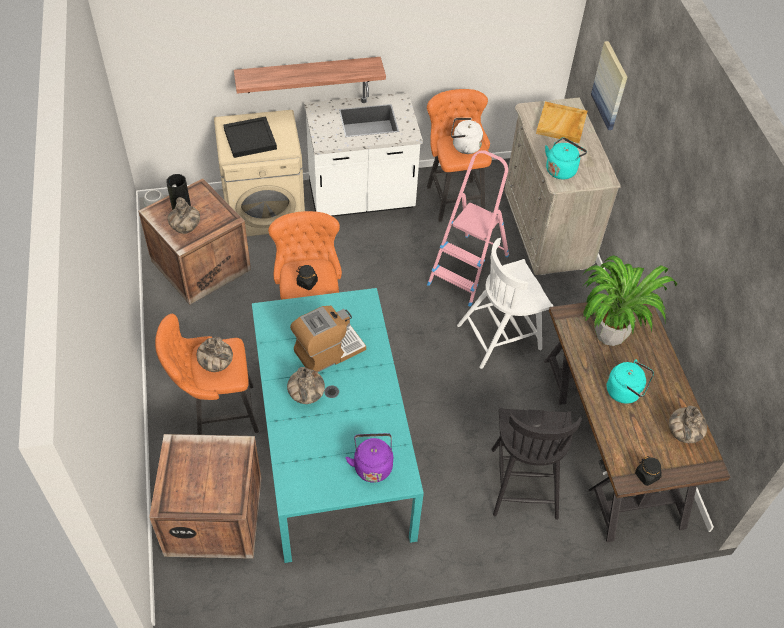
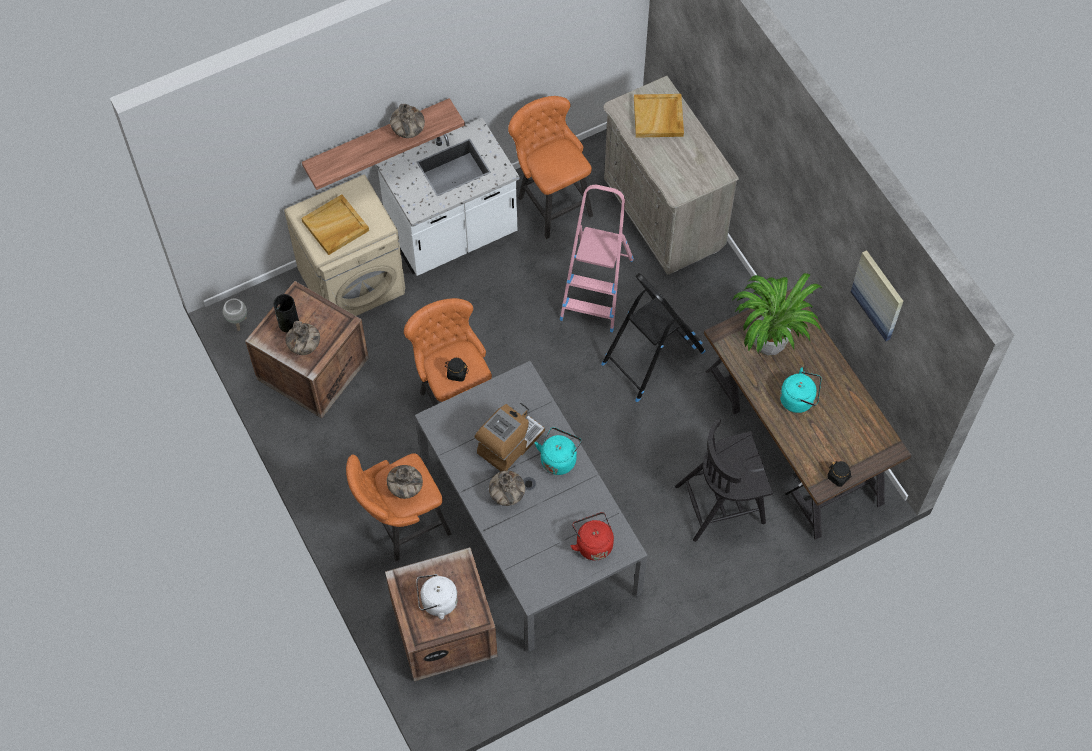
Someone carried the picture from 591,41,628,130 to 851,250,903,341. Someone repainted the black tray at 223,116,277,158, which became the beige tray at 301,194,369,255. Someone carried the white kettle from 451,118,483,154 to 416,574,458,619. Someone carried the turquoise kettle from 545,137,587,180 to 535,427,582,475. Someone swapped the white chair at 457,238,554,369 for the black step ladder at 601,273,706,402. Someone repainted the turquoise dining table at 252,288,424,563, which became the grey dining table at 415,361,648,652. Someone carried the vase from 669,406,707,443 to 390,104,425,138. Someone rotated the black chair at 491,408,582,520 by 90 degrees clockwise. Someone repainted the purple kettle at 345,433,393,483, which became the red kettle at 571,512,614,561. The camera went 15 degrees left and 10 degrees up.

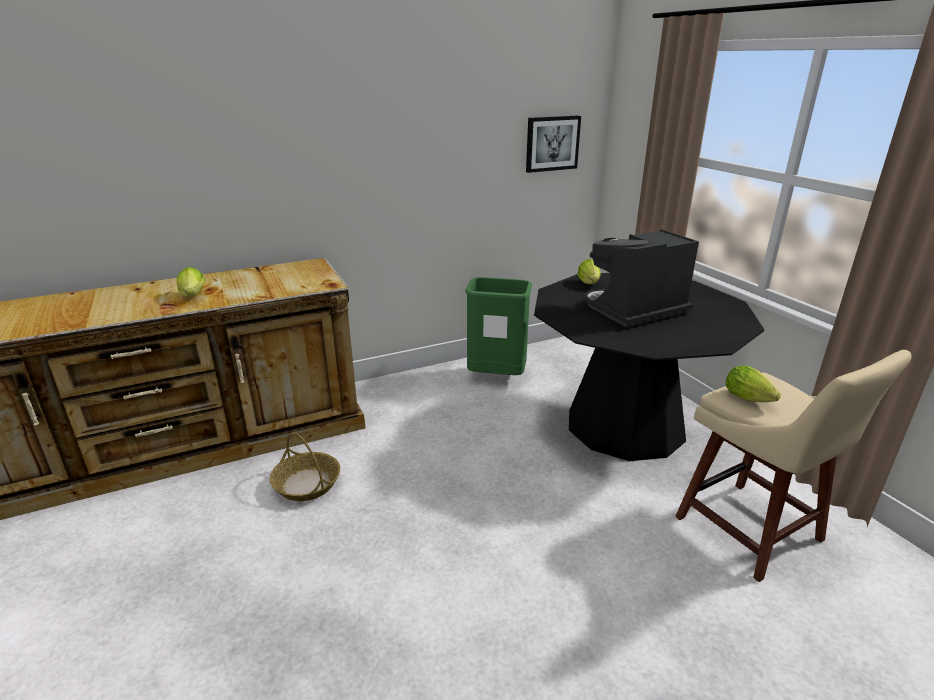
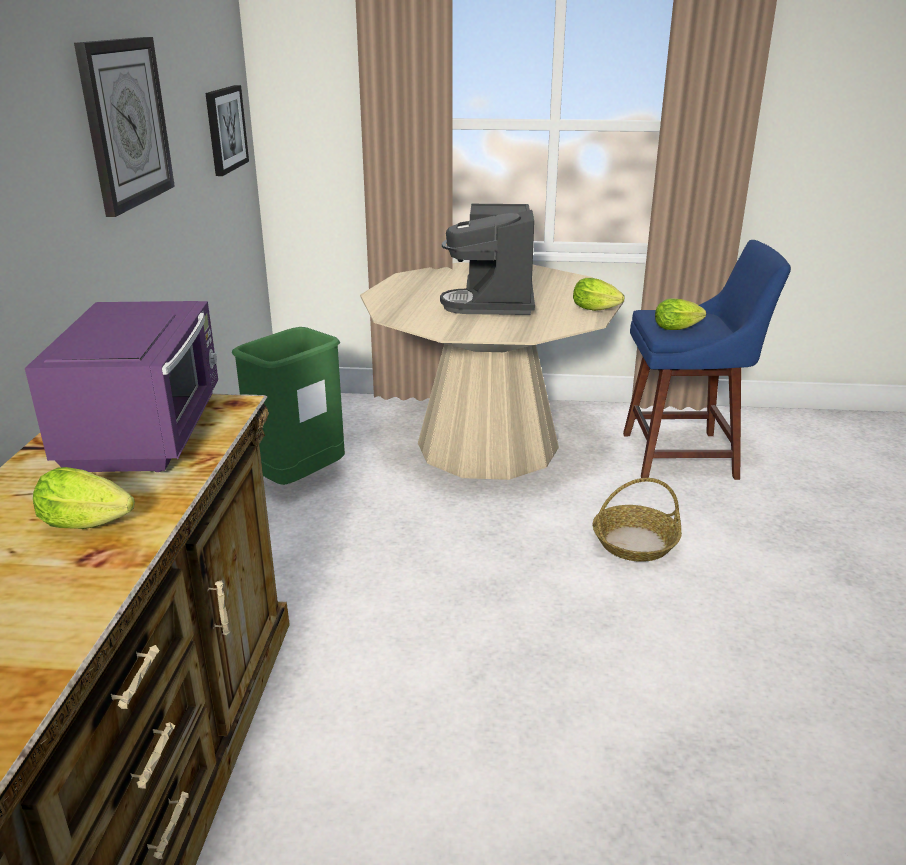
Someone carried the lettuce from 577,259,601,284 to 573,278,624,311. Someone repainted the black dining table at 534,273,765,461, which became the beige dining table at 360,263,624,480. Someone repainted the beige stool at 675,350,911,582, which became the blue stool at 623,240,791,480. Someone carried the basket from 270,432,340,501 to 593,478,682,562. Someone put up the wall clock at 74,37,175,217. Someone put down the purple microwave at 25,301,218,472. The camera went 60 degrees left and 0 degrees up.

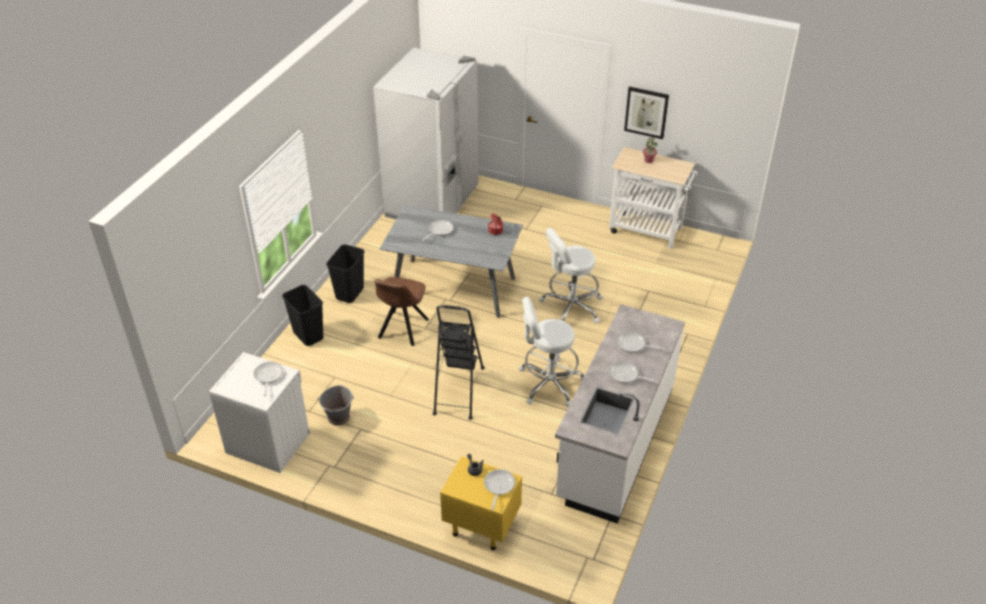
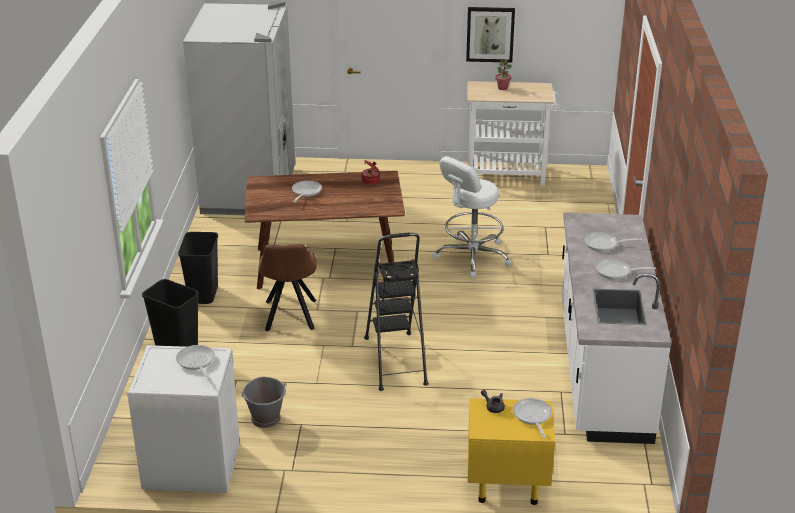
Someone repainted the grey dining table at 379,205,523,318, which became the brown dining table at 245,171,405,289. Someone took away the white stool at 519,297,585,407. The camera went 20 degrees left and 10 degrees down.

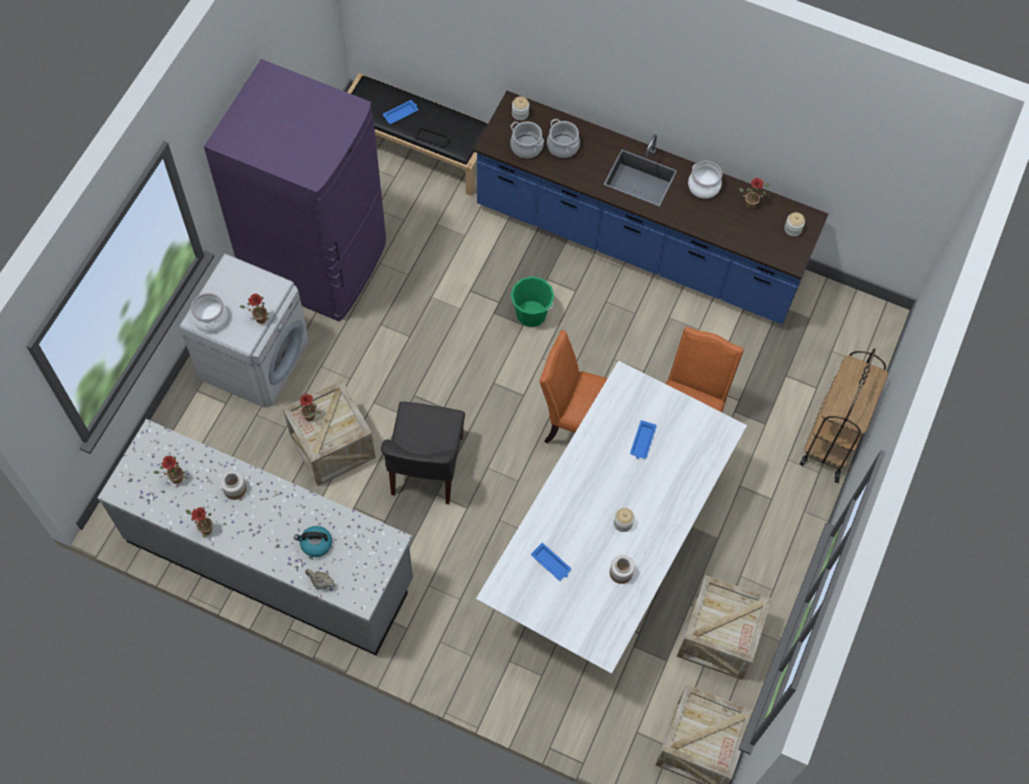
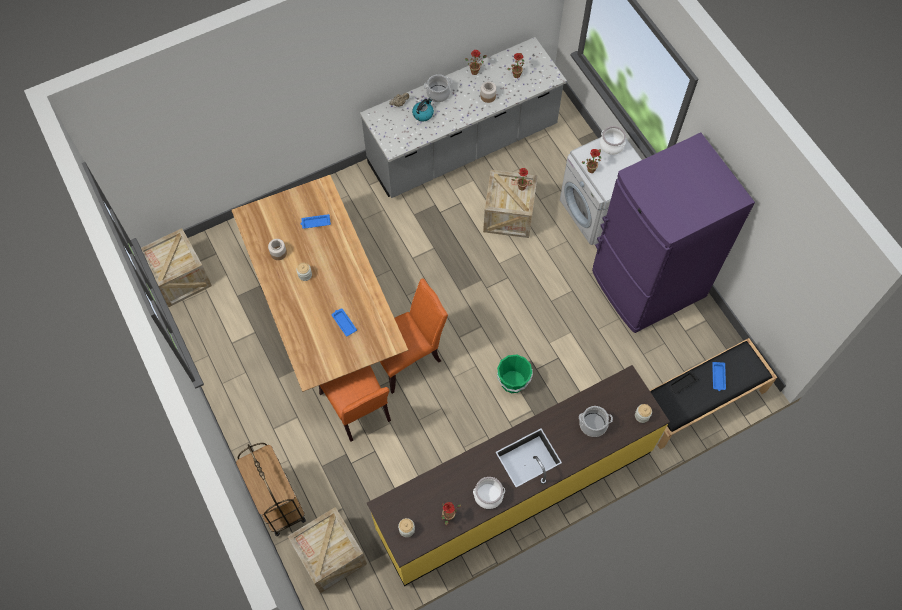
Someone repainted the blue counter at 474,91,828,324, which became the yellow counter at 367,365,670,586. Someone carried the cooking pot from 510,121,544,158 to 424,74,452,102. Someone repainted the white dining table at 476,360,747,674, which became the brown dining table at 231,175,408,392. Someone took away the grey chair at 381,401,465,504. Someone carried the crate from 677,575,772,680 to 287,507,367,593. The camera went 130 degrees right and 0 degrees up.

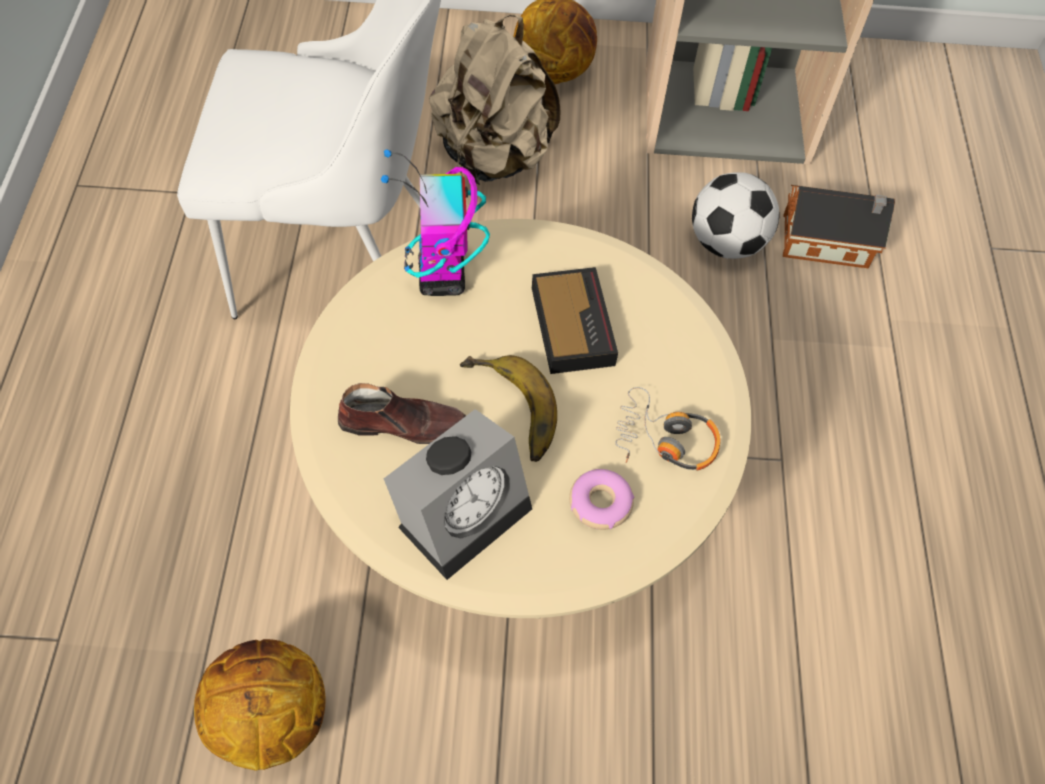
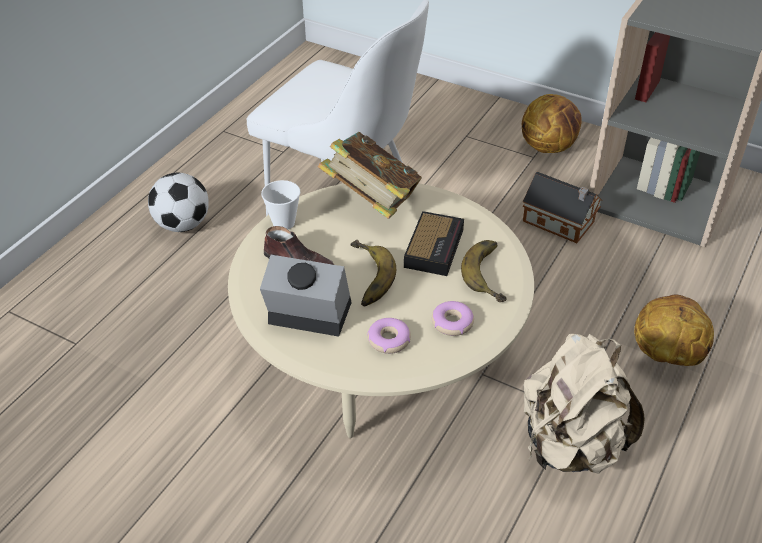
Someone carried the beige backpack from 429,14,560,185 to 523,334,645,474. Someone swapped the toy robot at 381,149,490,296 for the book at 318,132,422,219. Someone carried the football from 692,172,780,259 to 148,172,209,232. Someone carried the toy house from 783,185,895,269 to 523,172,603,243. Someone swapped the headphones at 616,387,720,470 for the donut at 432,301,474,336. Someone rotated the alarm clock at 384,409,532,580 by 150 degrees counterclockwise. Someone carried the basketball from 194,639,326,770 to 634,294,714,366. Someone put down the cup at 261,180,300,229. Someone put down the banana at 461,240,506,302. The camera went 30 degrees right and 15 degrees down.

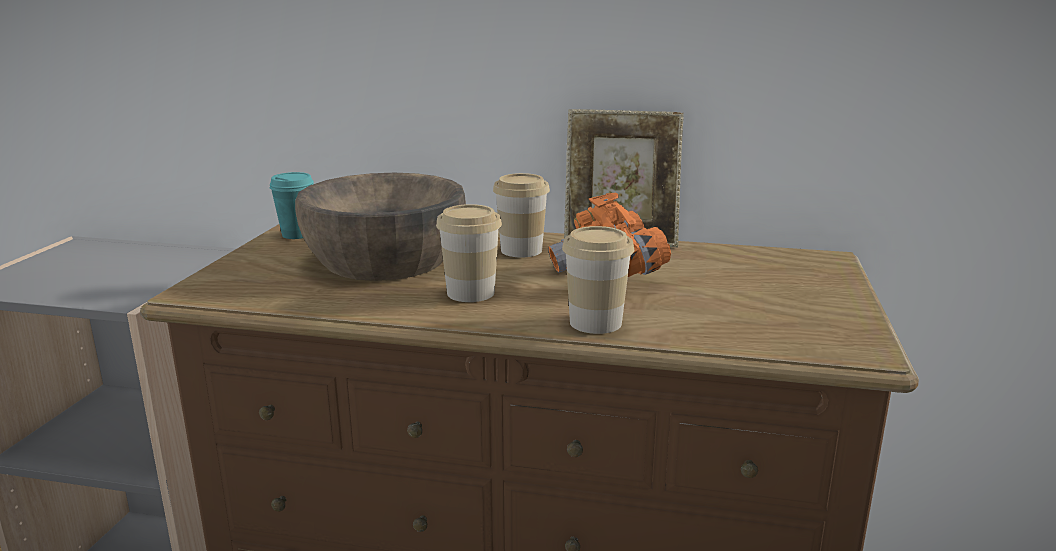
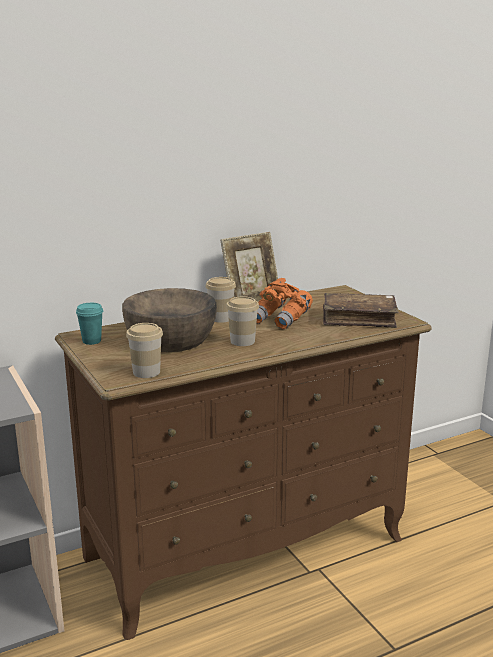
Someone carried the cup from 562,226,634,334 to 126,323,163,378. Someone put down the brown book at 323,293,399,328. The camera went 40 degrees left and 0 degrees up.

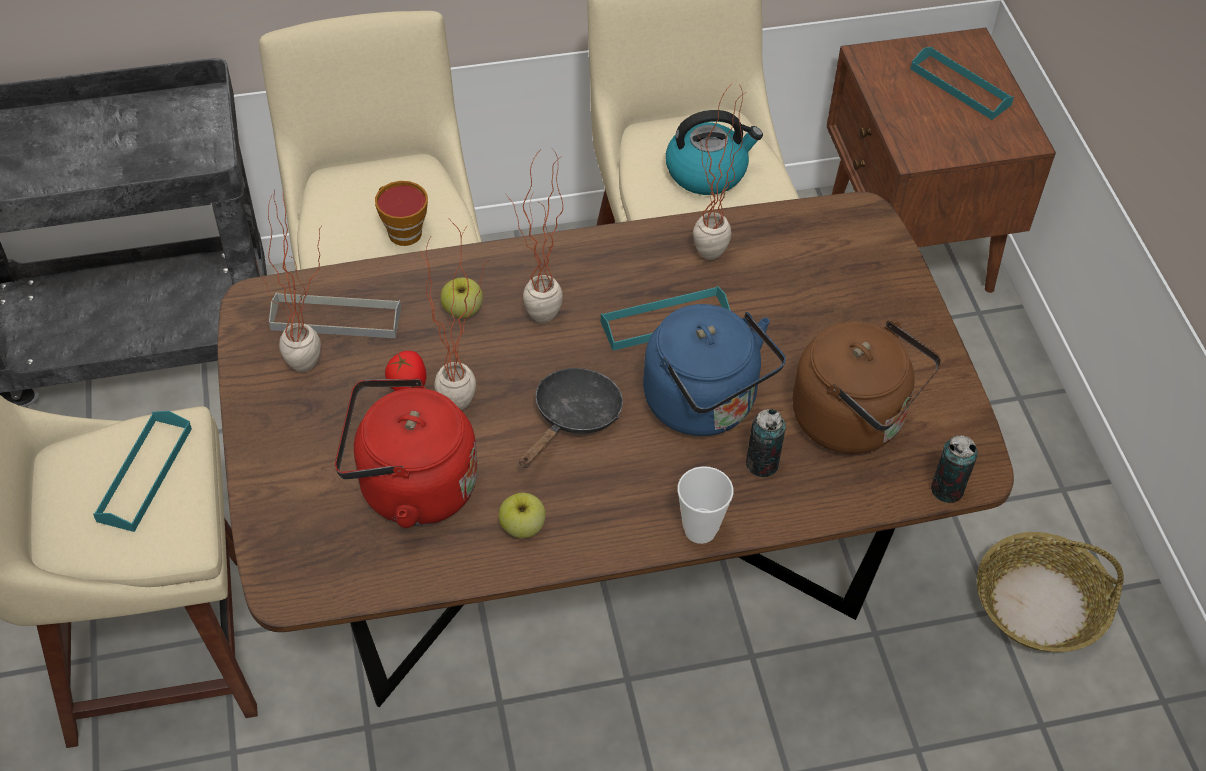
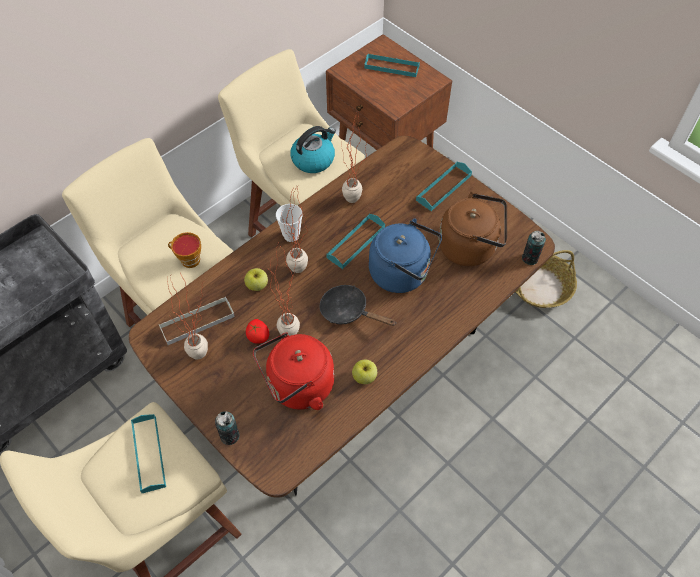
Someone rotated the black frying pan at 519,368,623,468 by 60 degrees counterclockwise. Someone carried the can from 746,409,786,477 to 215,411,240,445. Someone carried the cup from 677,466,734,544 to 276,204,303,242. Someone put down the turquoise tray at 416,162,472,211. The camera went 30 degrees left and 5 degrees up.

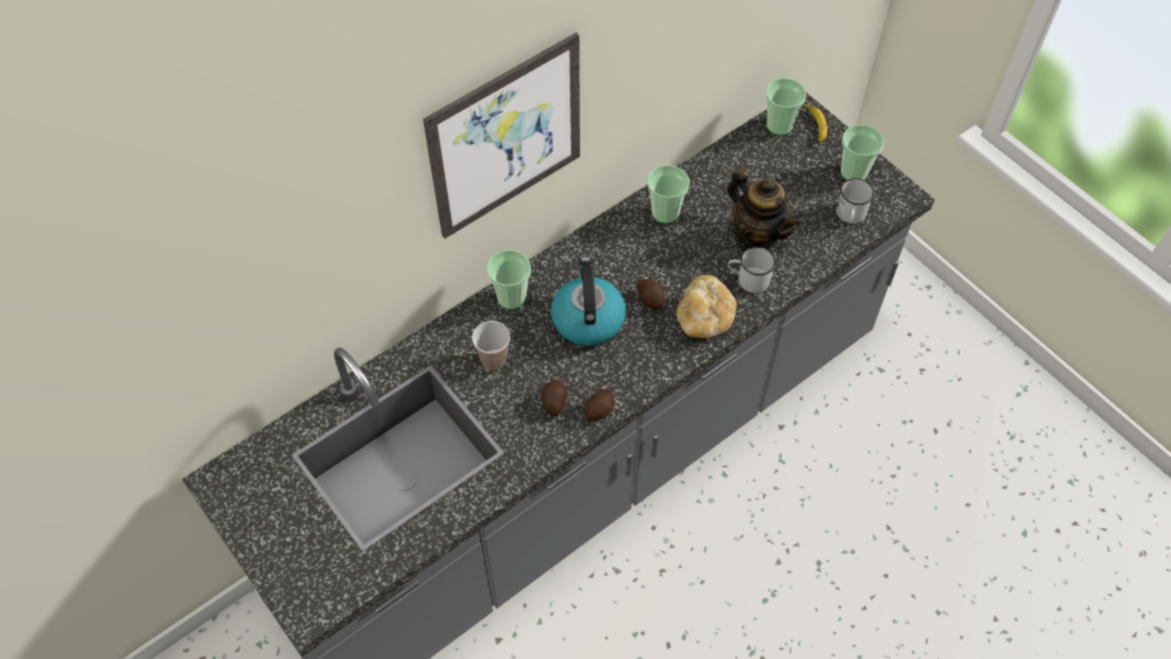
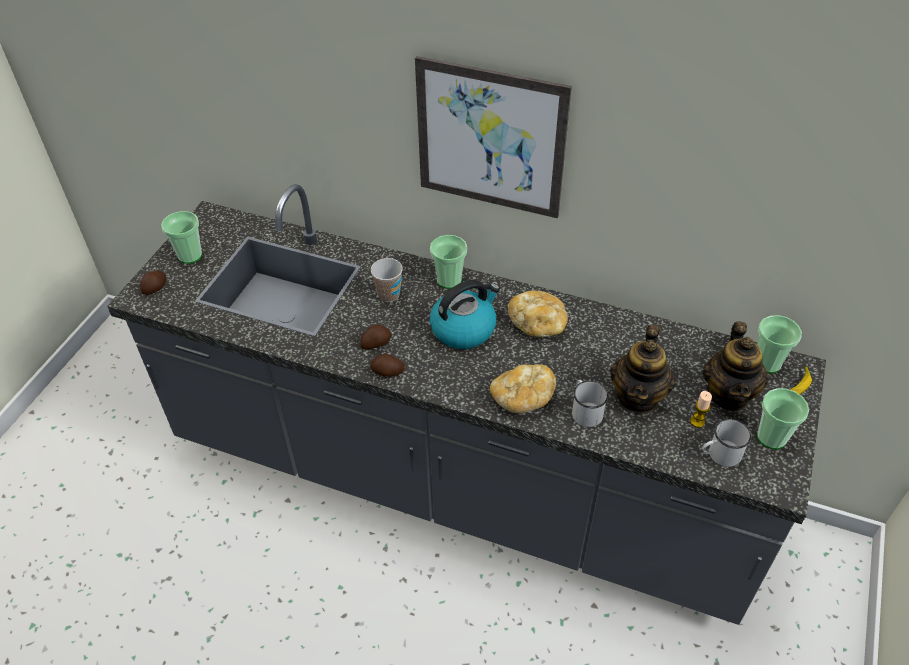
Someone carried the cup from 647,165,690,224 to 161,211,202,264. Someone carried the potato from 636,279,665,310 to 140,270,166,295. Someone put down the bread at 508,290,568,337. Someone put down the teapot at 702,321,769,411. Someone put down the candle at 690,391,712,428. The camera went 60 degrees right and 10 degrees down.

